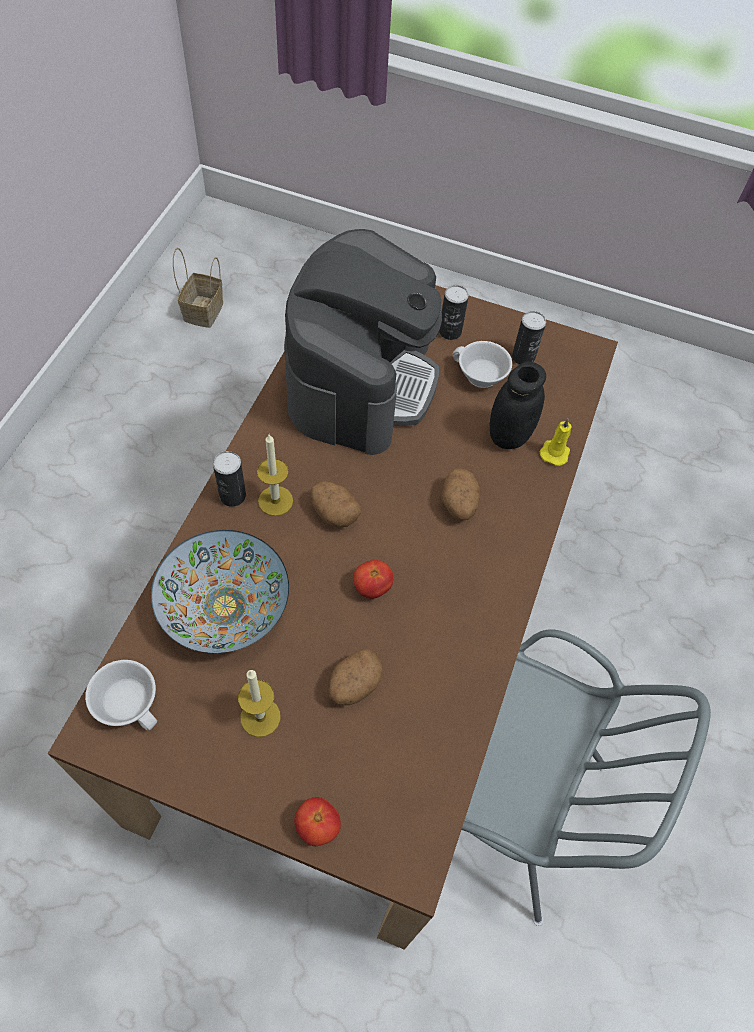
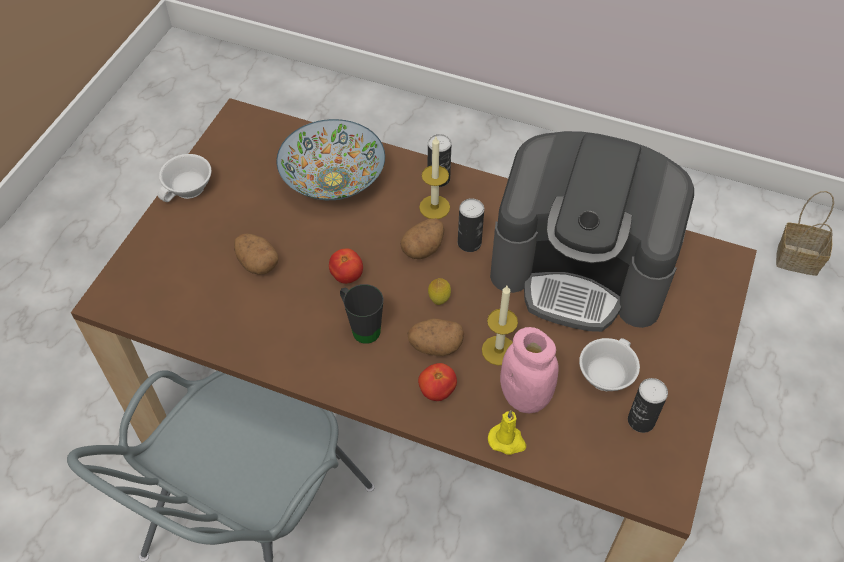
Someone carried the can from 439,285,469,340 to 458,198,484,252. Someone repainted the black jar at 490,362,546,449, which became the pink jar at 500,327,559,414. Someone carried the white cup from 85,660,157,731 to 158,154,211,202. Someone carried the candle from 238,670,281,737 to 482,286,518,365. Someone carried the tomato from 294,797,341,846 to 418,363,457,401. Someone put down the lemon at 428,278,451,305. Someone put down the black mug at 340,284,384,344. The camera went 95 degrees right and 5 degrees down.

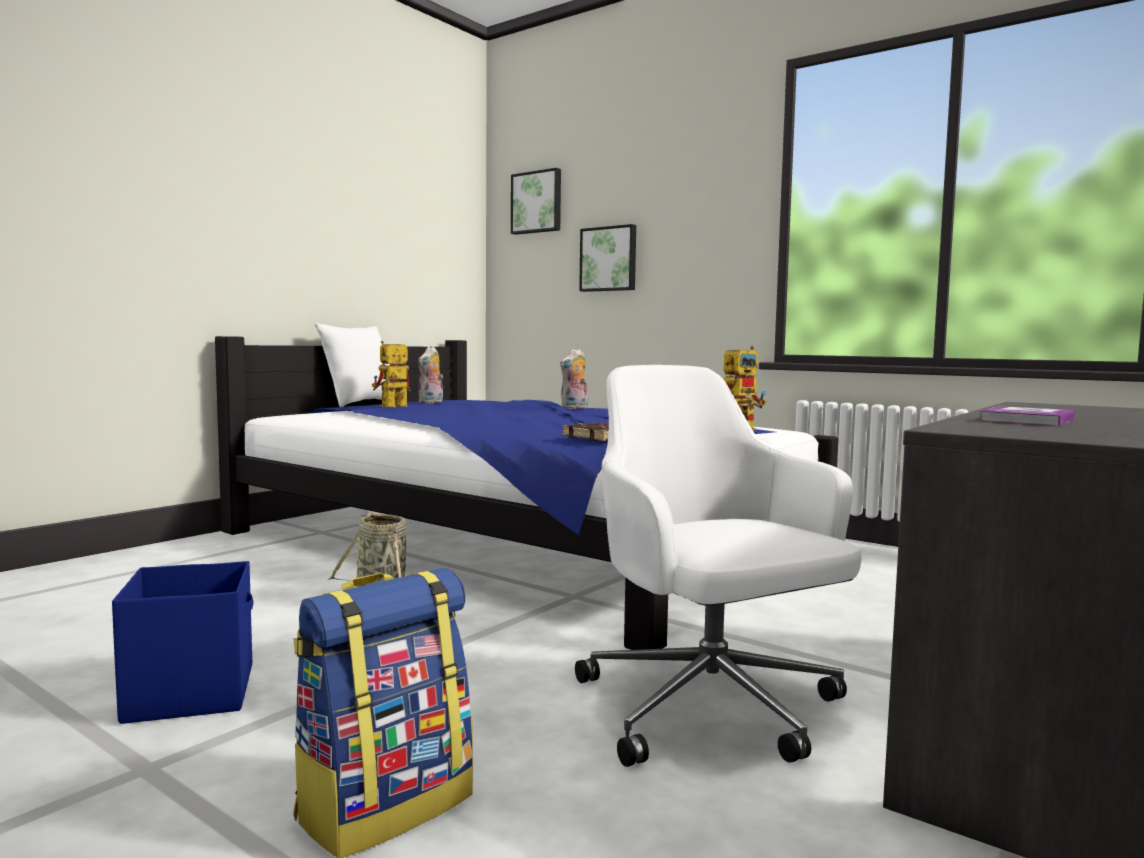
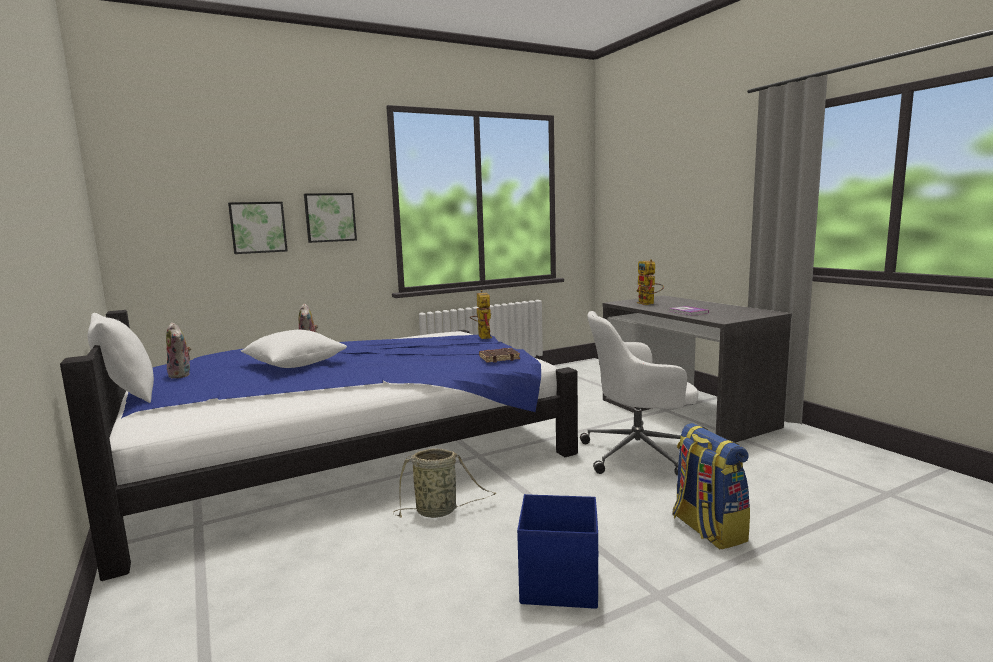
Someone carried the picture from 511,168,561,235 to 304,193,357,243. Someone carried the toy robot from 372,341,410,407 to 636,259,664,305. Someone put down the white pillow at 241,330,347,368. The camera went 65 degrees left and 5 degrees up.

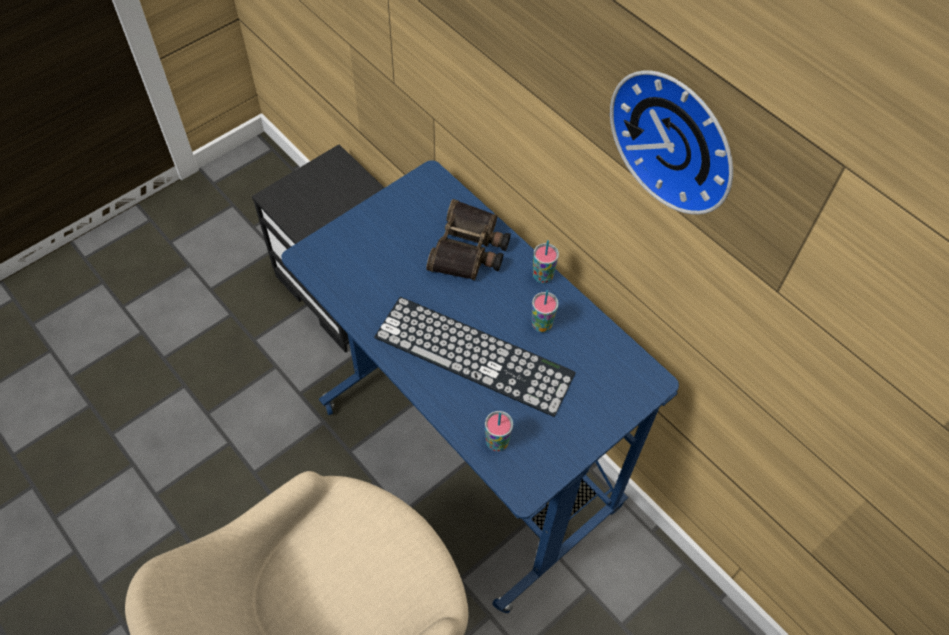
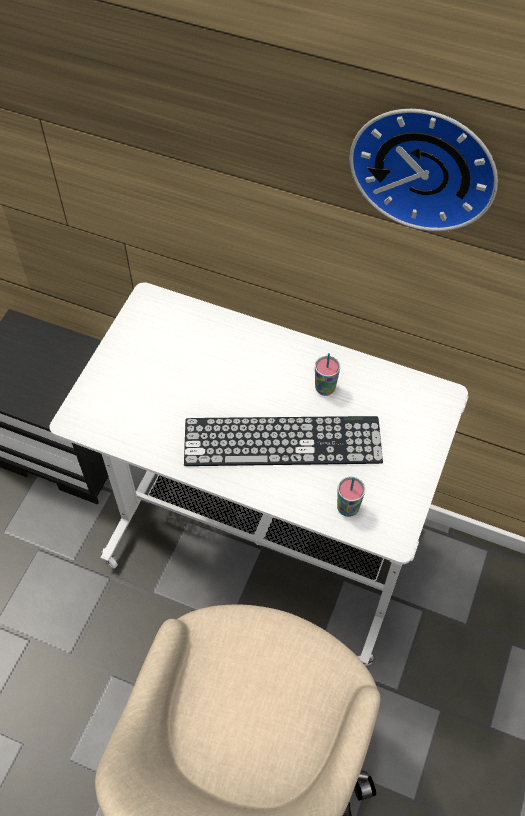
Someone repainted the blue desk at 281,160,679,613, which became the white desk at 49,282,469,666. Someone took away the binoculars at 426,199,511,280. Someone took away the cup at 533,240,559,284. The camera went 25 degrees left and 0 degrees up.

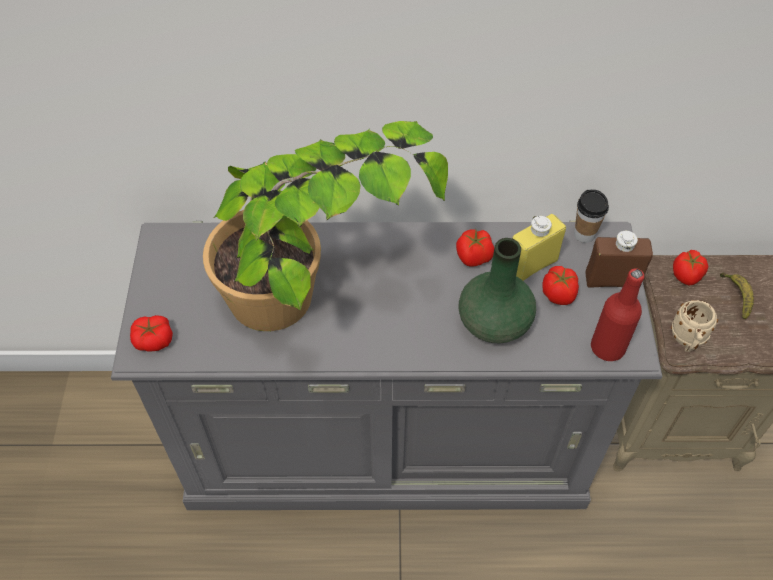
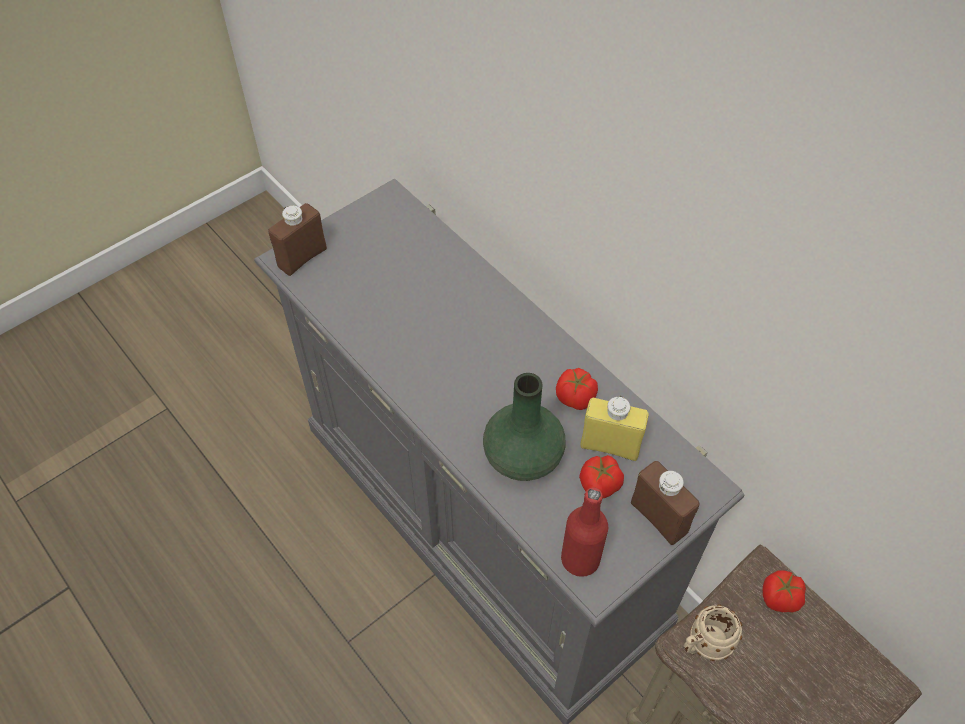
Someone took away the potted plant at 203,121,448,331. Someone took away the cup at 574,189,609,243. Someone took away the banana at 720,272,754,319. Someone swapped the tomato at 130,315,173,351 for the brown bottle at 268,203,327,276. The camera went 50 degrees right and 0 degrees up.

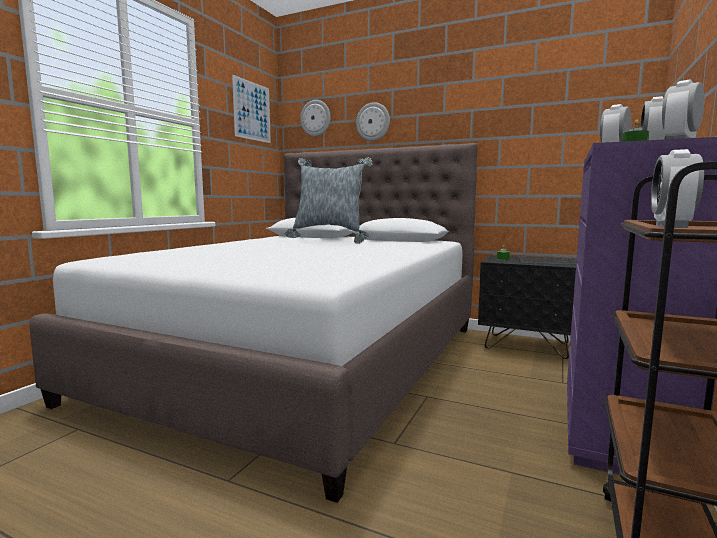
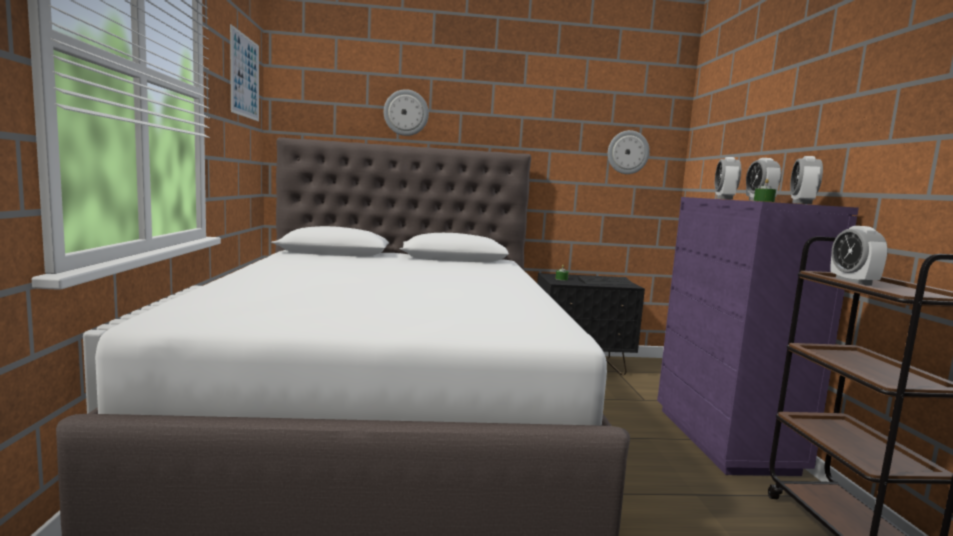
Someone carried the wall clock from 300,100,331,136 to 608,130,650,174. Someone took away the pillow at 284,157,373,244. The camera went 30 degrees left and 0 degrees up.

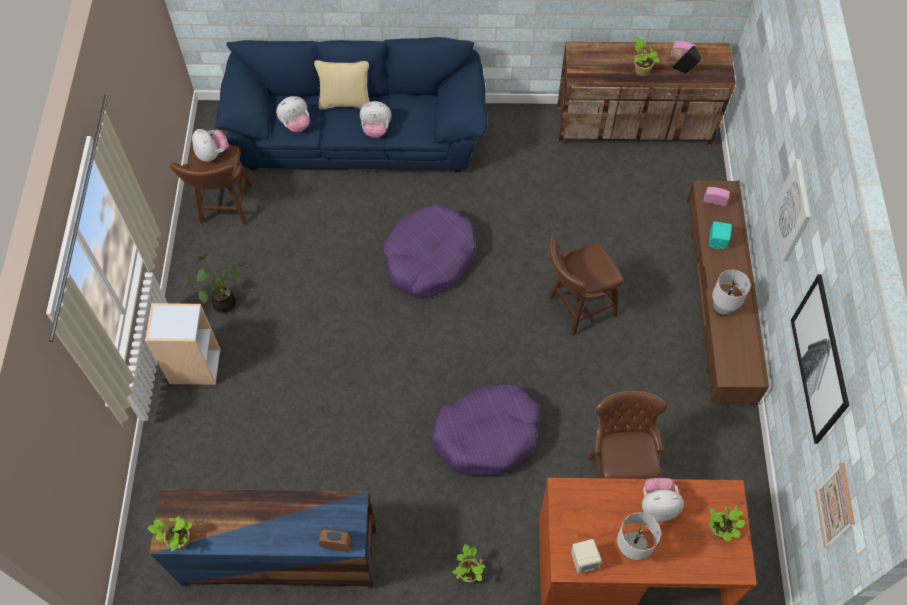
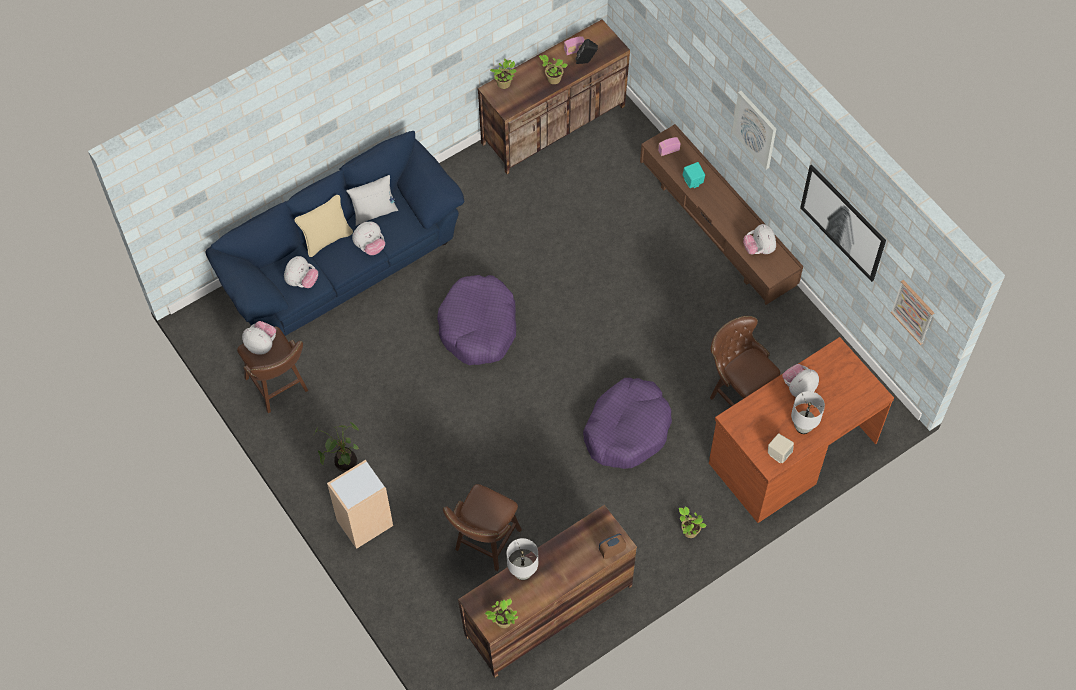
Someone carried the brown stool from 549,237,623,336 to 443,484,522,571. Someone carried the white table lamp from 712,270,750,316 to 507,538,538,580. Someone repainted the blue cabinet at 149,489,376,589, which became the brown cabinet at 458,505,637,678. Someone carried the potted plant from 708,506,745,541 to 490,58,517,89. Someone put down the grey pillow at 346,175,398,226. Someone put down the plush toy at 743,224,776,254. The camera went 35 degrees left and 0 degrees up.

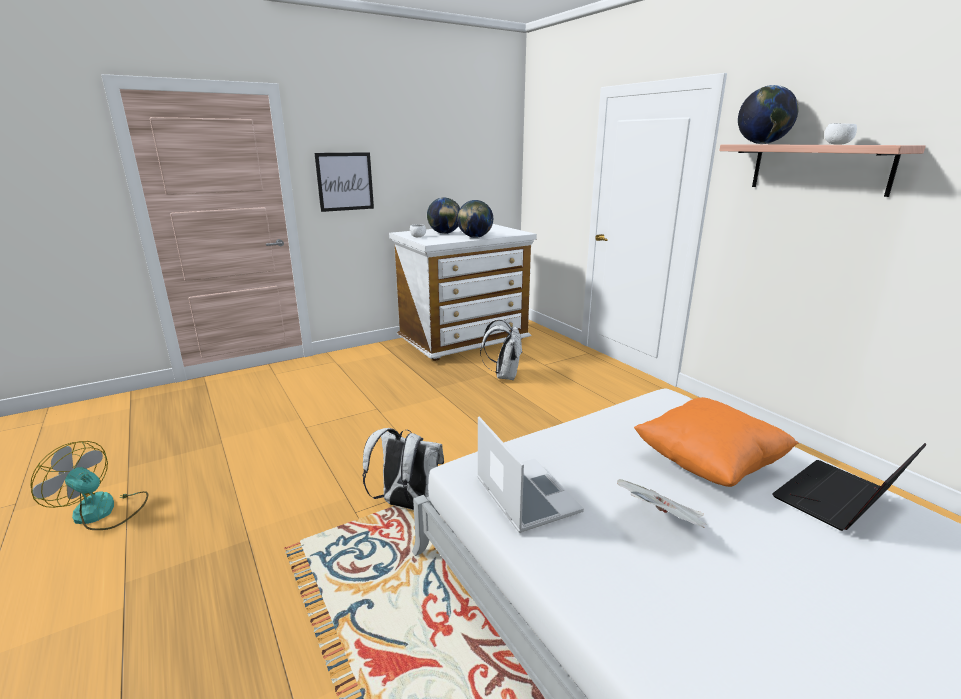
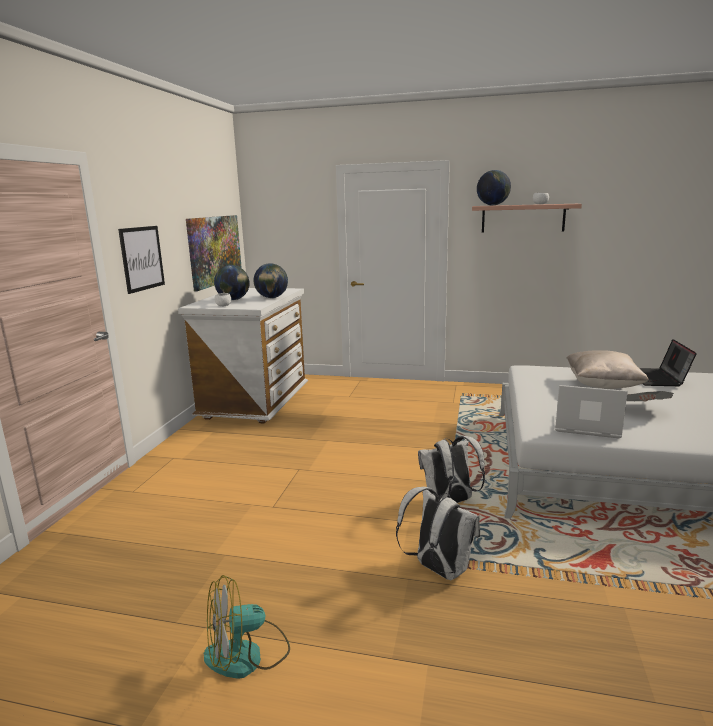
Someone carried the white backpack from 480,319,522,380 to 396,487,480,580. Someone repainted the orange pillow at 634,397,799,487, which became the beige pillow at 567,350,649,389. Someone put up the picture at 186,215,242,291. The camera went 45 degrees left and 5 degrees down.

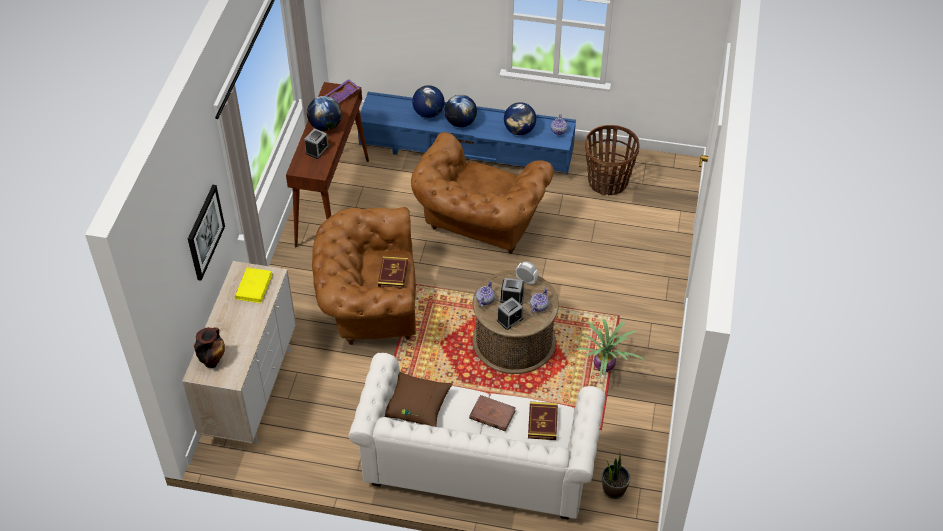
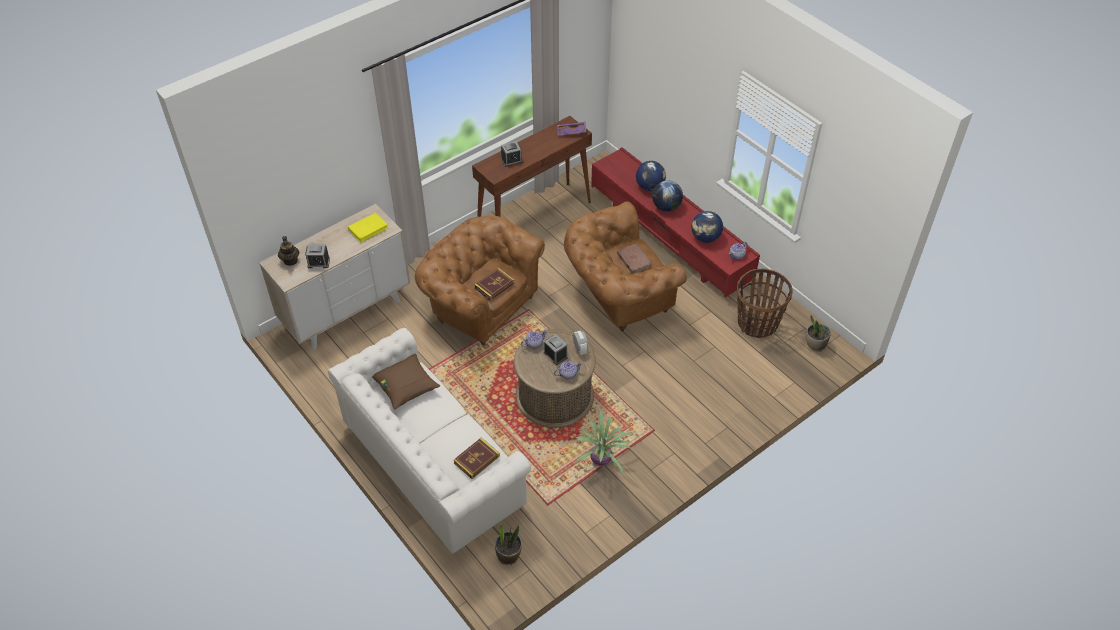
Someone repainted the blue tv stand at 358,92,576,174, which became the red tv stand at 591,147,760,297. Someone took away the globe at 307,96,342,131. Someone took away the picture at 188,185,225,281. Someone carried the alarm clock from 497,297,523,330 to 305,244,330,268. Someone swapped the vase at 194,327,225,368 for the teapot at 278,236,299,266. Someone carried the brown book from 469,395,516,432 to 617,244,652,274. Someone put down the potted plant at 806,316,831,352. The camera went 40 degrees right and 0 degrees up.

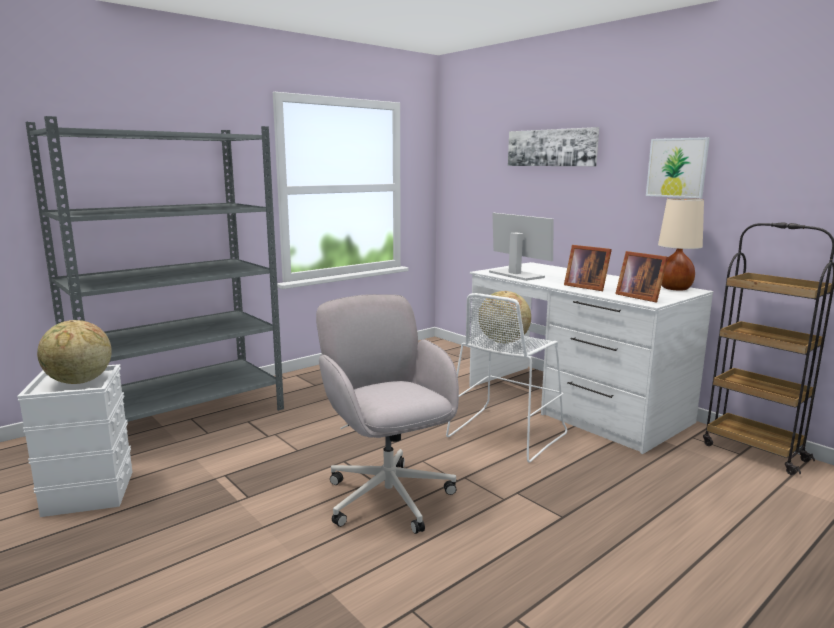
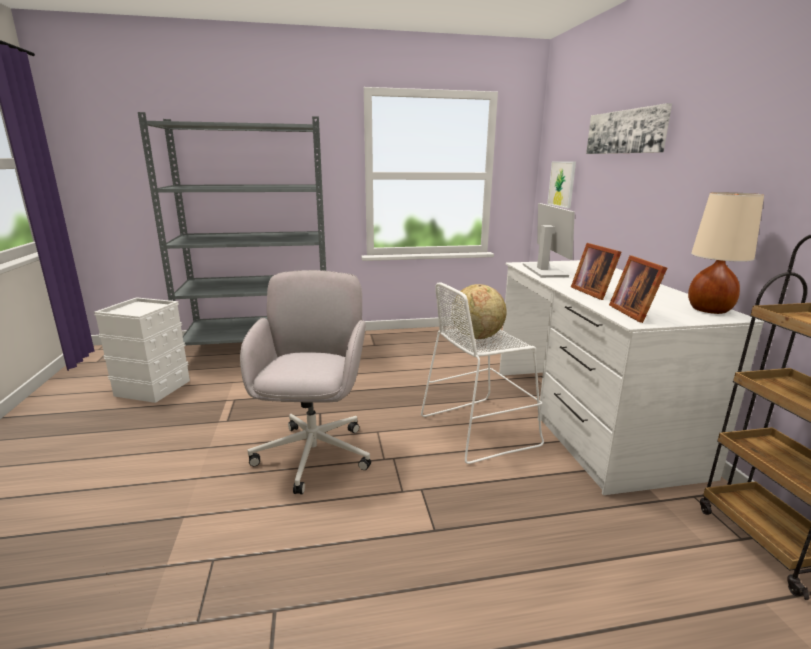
Someone carried the picture from 646,137,710,198 to 547,161,576,208. Someone took away the globe at 37,320,112,384. The camera went 30 degrees right and 5 degrees up.

